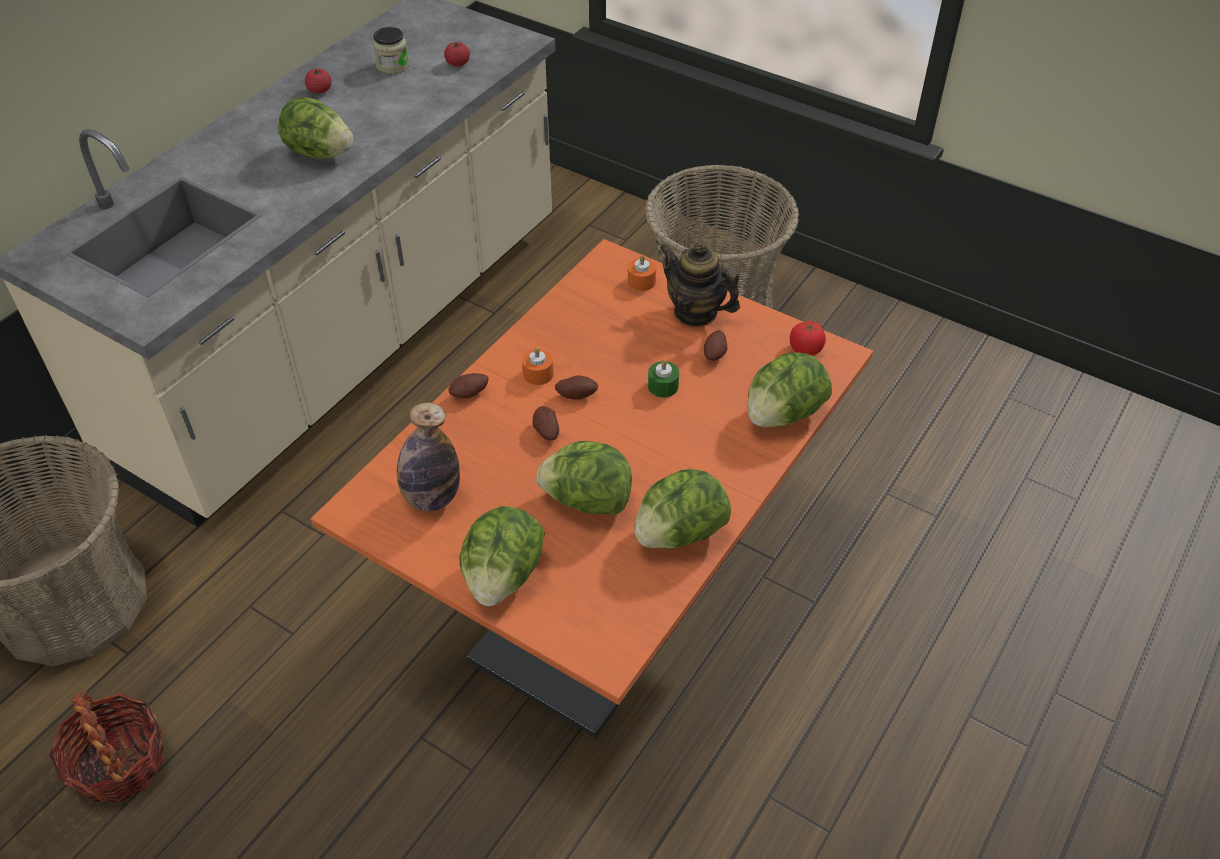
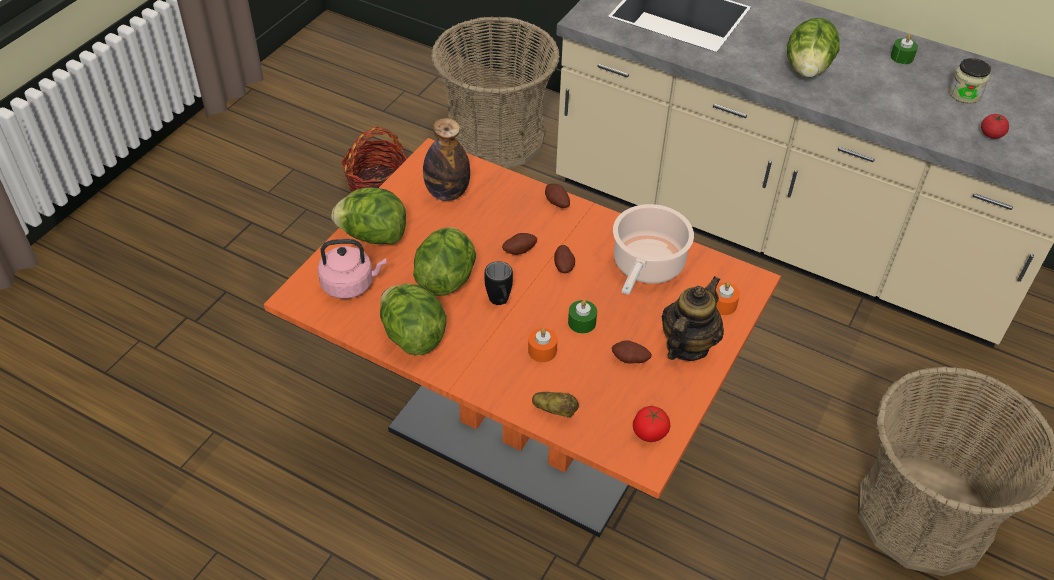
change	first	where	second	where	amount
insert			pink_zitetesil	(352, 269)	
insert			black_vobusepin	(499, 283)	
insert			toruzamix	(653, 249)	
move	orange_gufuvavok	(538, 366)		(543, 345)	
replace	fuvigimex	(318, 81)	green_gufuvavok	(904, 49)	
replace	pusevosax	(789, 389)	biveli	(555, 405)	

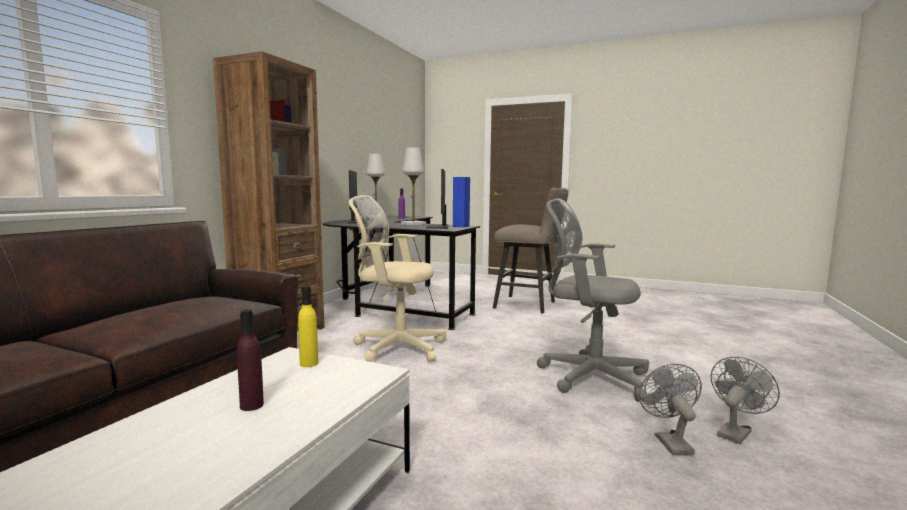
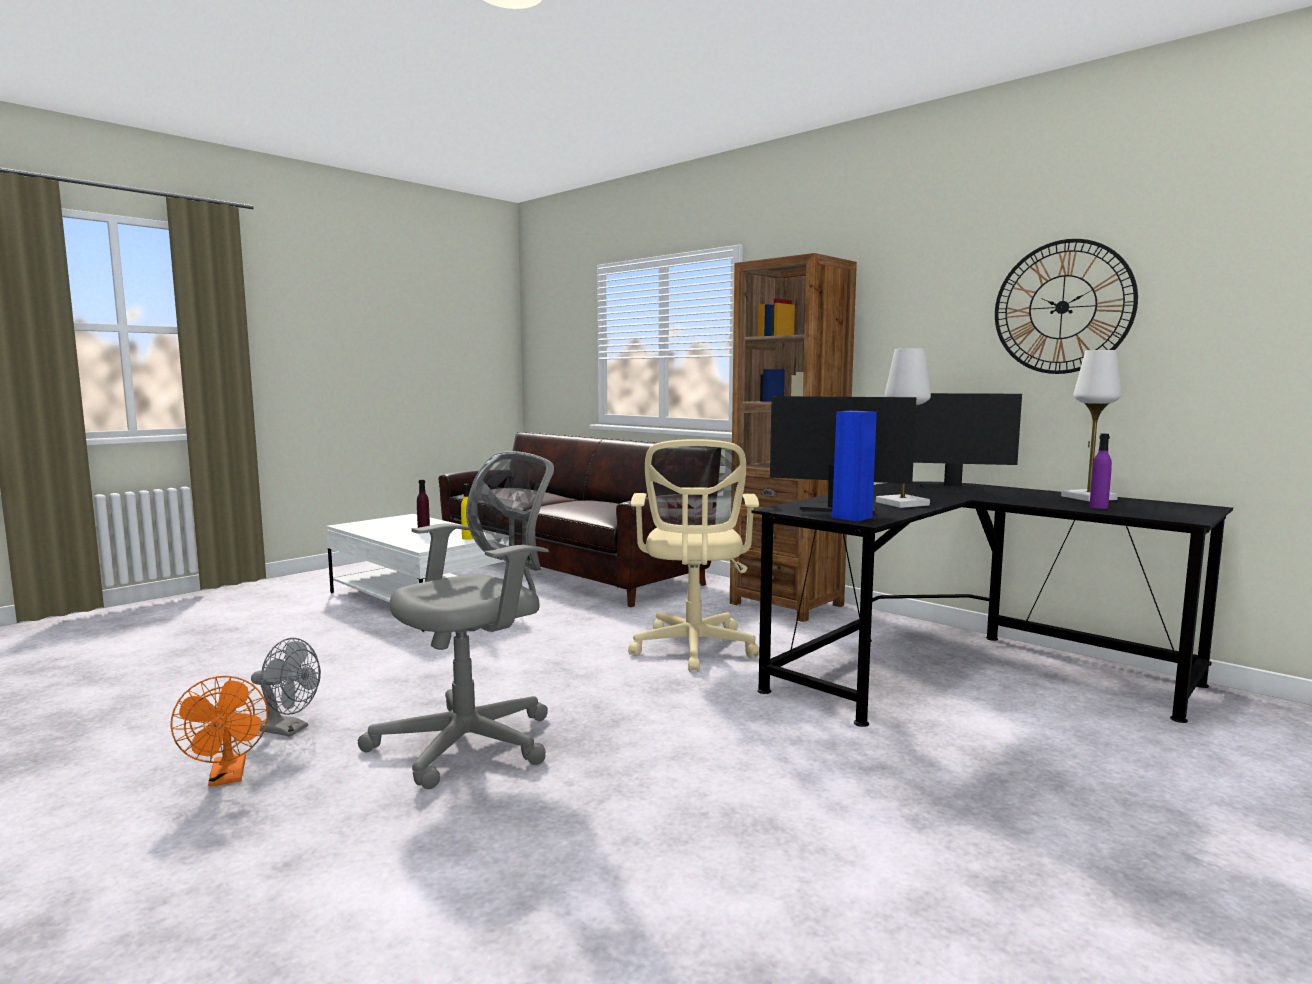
change	first	where	second	where	amount
delete	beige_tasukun	(530, 251)			
insert			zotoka	(1066, 306)	
recolor	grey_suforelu	(745, 400)	orange_suforelu	(219, 731)	
rotate	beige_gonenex	(397, 278)		(693, 555)	150 degrees clockwise

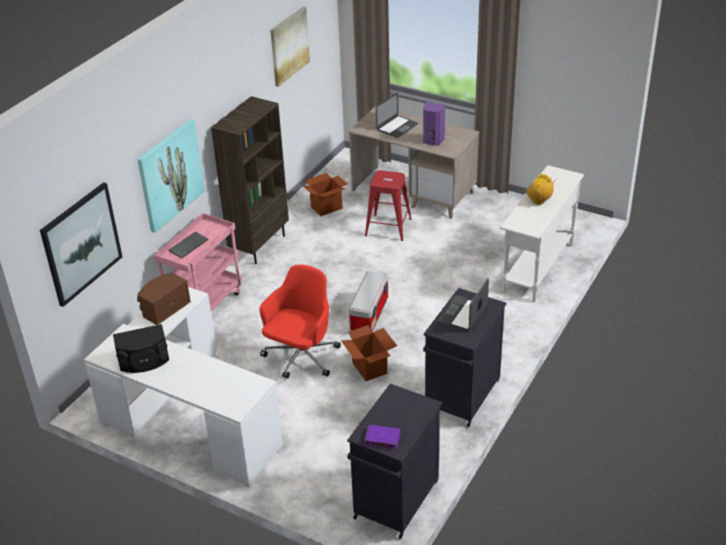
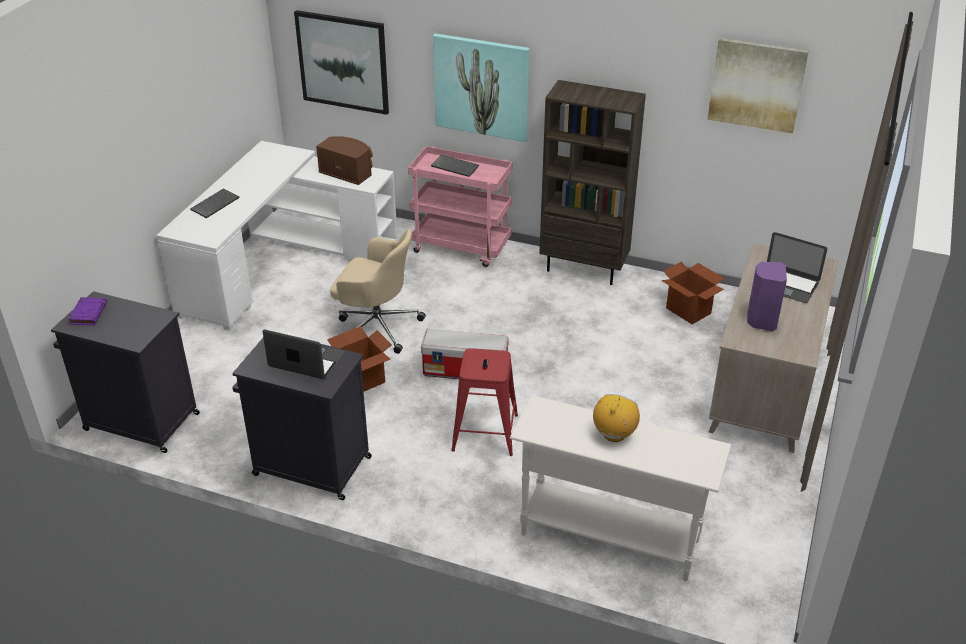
change	first	where	second	where	amount
delete	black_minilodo	(141, 348)			
insert			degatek	(214, 203)	
move	red_tasukun	(388, 205)		(484, 402)	
recolor	red_gonenex	(300, 321)	beige_gonenex	(378, 291)	

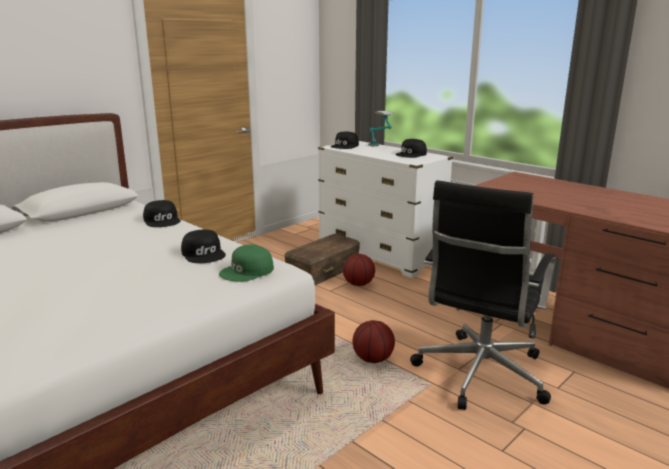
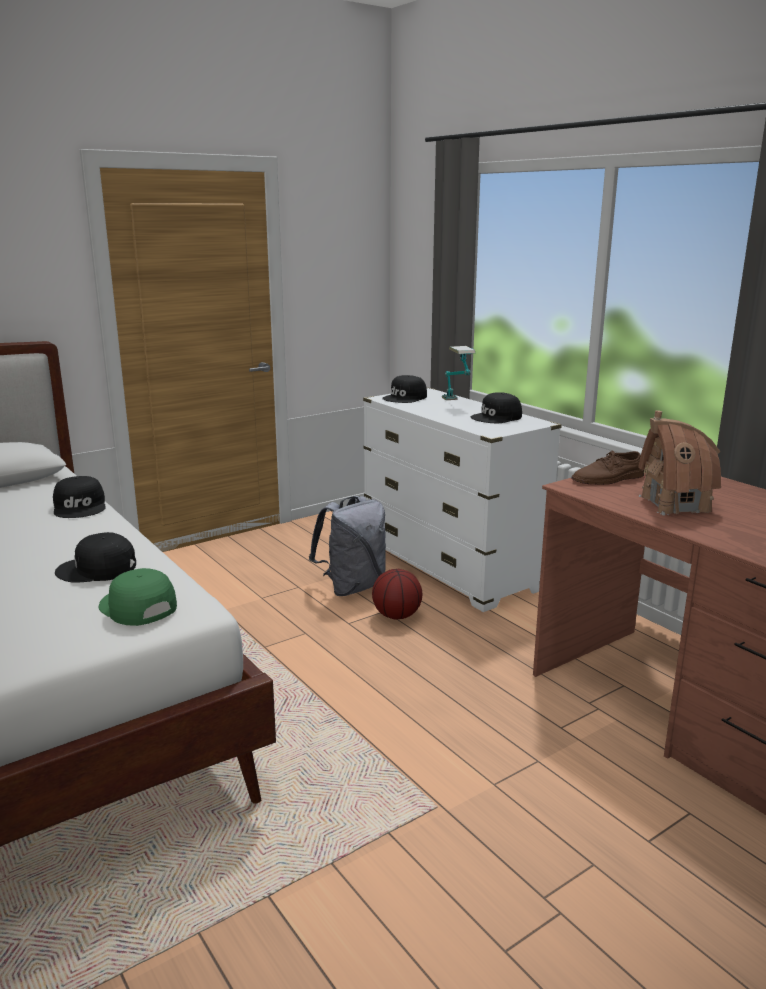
change	first	where	second	where	amount
delete	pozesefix	(374, 341)			
delete	black_gonenex	(483, 295)			
insert			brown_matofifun	(607, 467)	
insert			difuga	(679, 462)	
replace	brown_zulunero	(322, 259)	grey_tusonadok	(347, 546)	
rotate	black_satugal	(203, 246)		(95, 557)	105 degrees clockwise
rotate	green_satugal	(246, 263)		(138, 597)	75 degrees clockwise

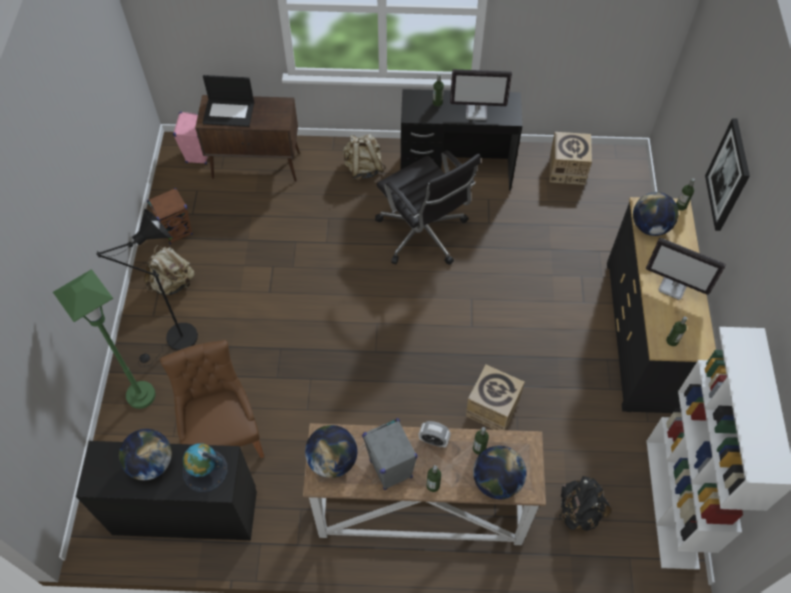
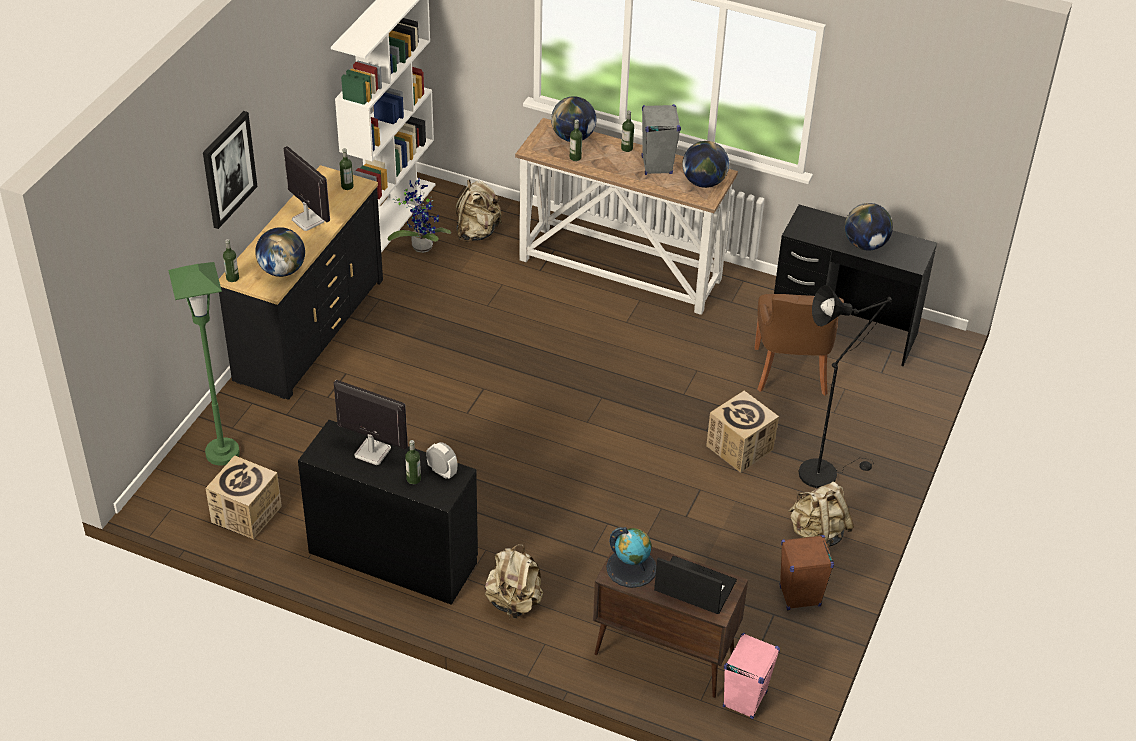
change	first	where	second	where	amount
delete	black_gonenex	(428, 207)			
insert			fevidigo	(419, 216)	
move	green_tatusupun	(104, 339)		(204, 364)	
move	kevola	(205, 467)		(631, 557)	
move	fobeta	(435, 434)		(441, 460)	
move	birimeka	(495, 397)		(742, 432)	
recolor	black_tusonadok	(585, 503)	beige_tusonadok	(479, 211)	

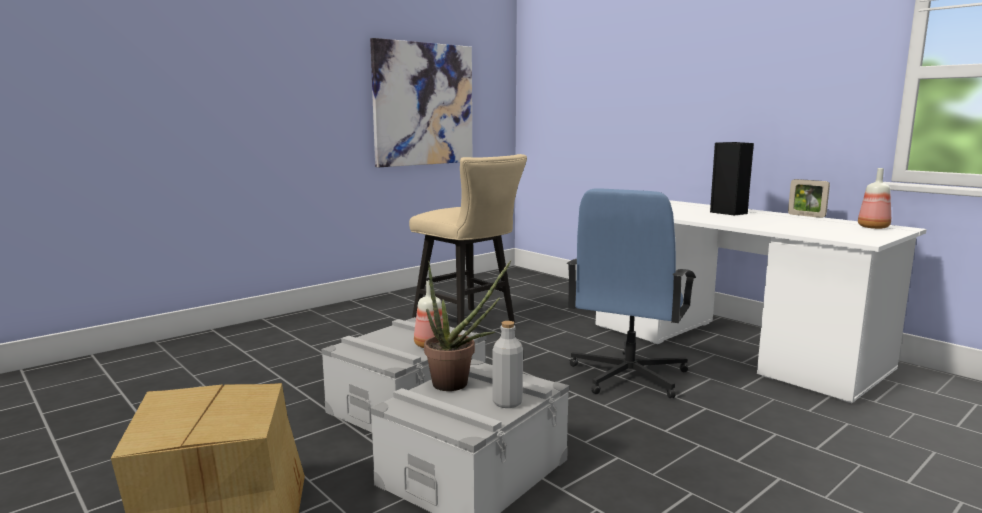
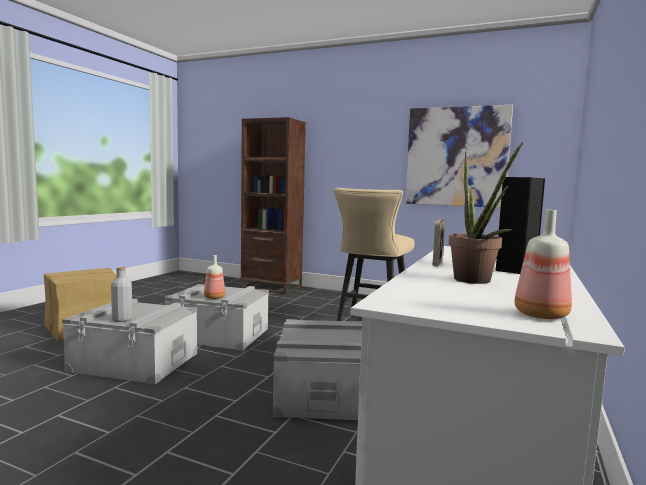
change	first	where	second	where	amount
insert			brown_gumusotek	(273, 205)	
move	fevidigo	(468, 325)		(486, 213)	
move	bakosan	(809, 198)		(439, 242)	
replace	blue_gonenex	(631, 293)	grey_zulunero	(317, 369)	

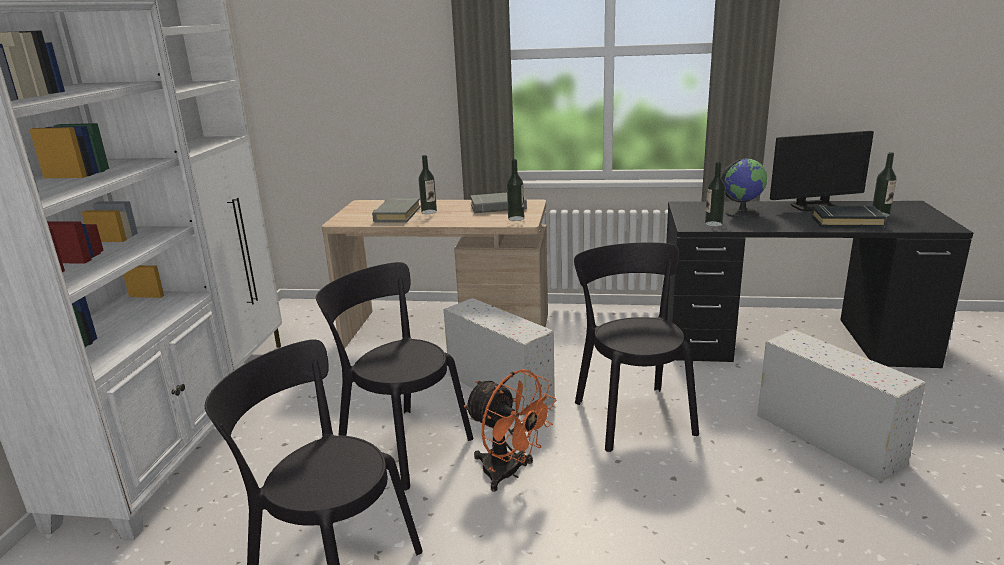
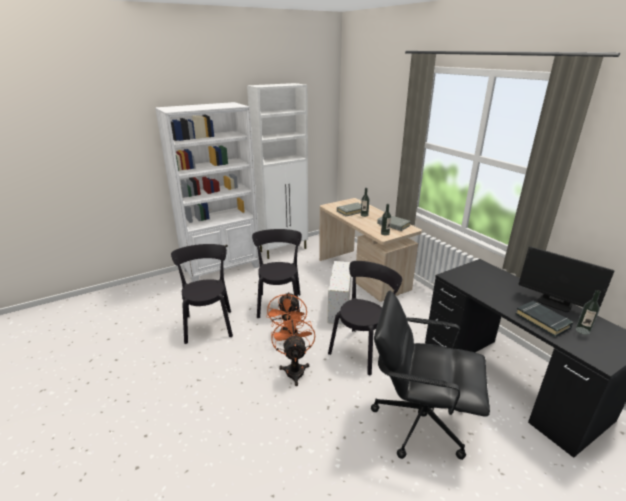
change	first	where	second	where	amount
delete	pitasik	(715, 194)			
delete	kevola	(744, 188)			
insert			orange_suforelu	(293, 350)	
replace	white_zulunero	(841, 406)	black_gonenex	(430, 375)	

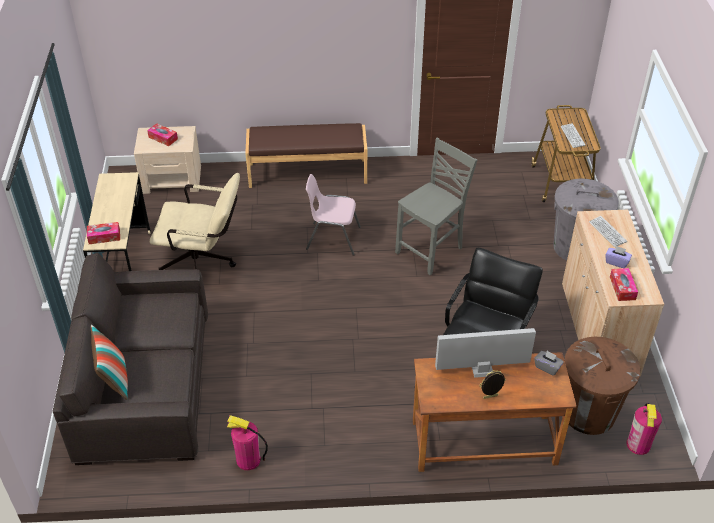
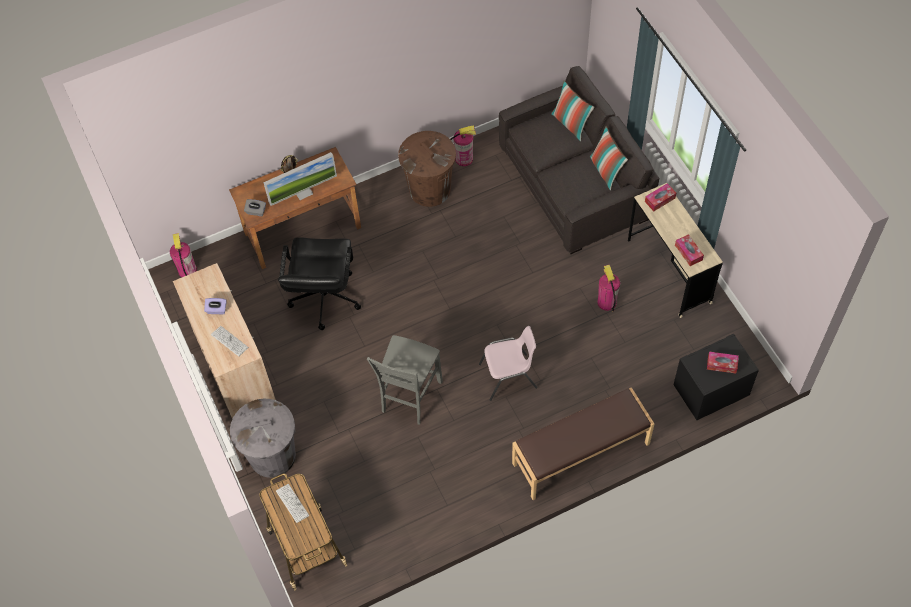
change	first	where	second	where	amount
insert			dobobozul	(609, 158)	
move	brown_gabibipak	(602, 386)		(427, 169)	
move	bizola	(624, 284)		(689, 250)	
replace	beige_gonenex	(195, 221)	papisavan	(608, 288)	
recolor	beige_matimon	(167, 160)	black_matimon	(716, 377)	

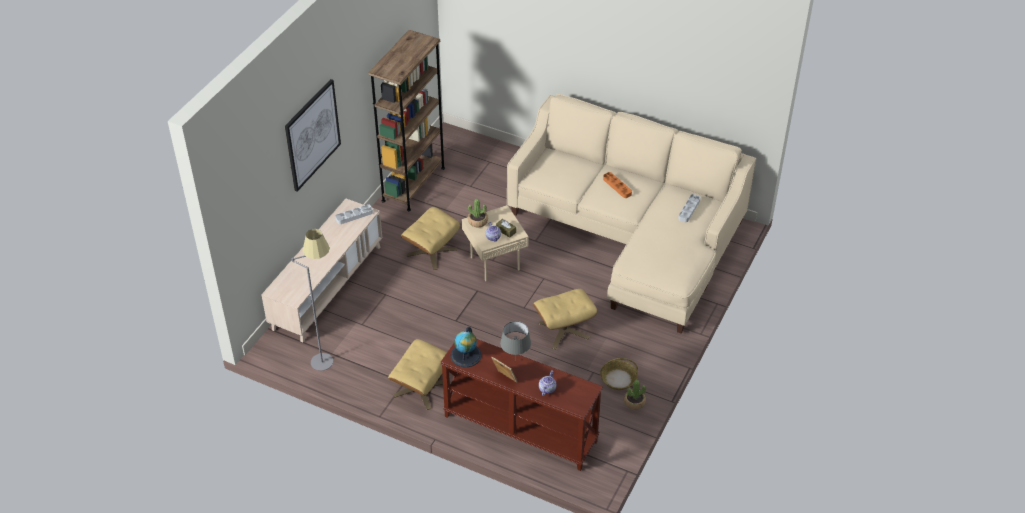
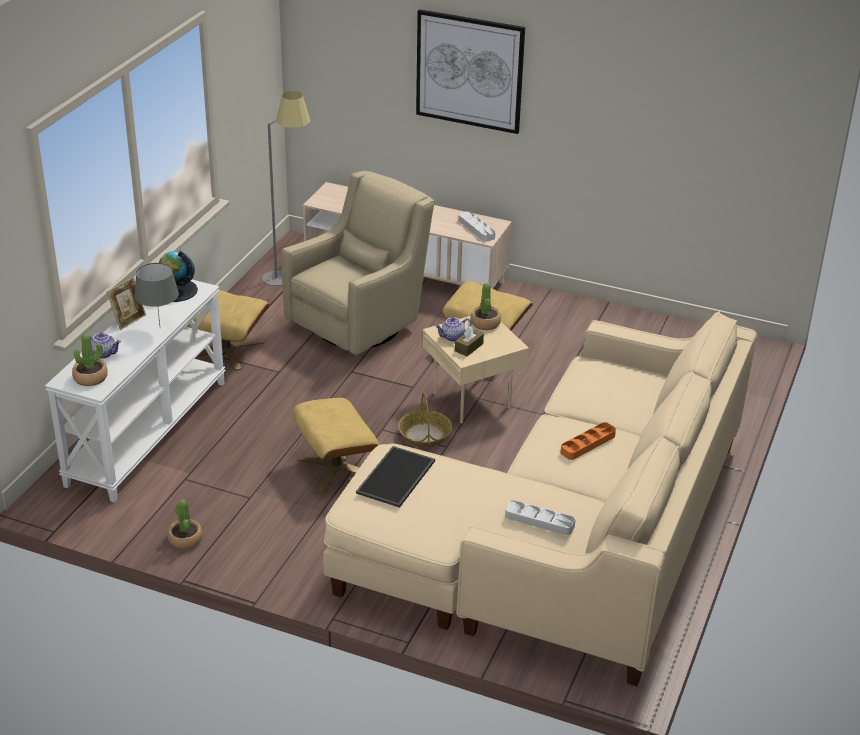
change	first	where	second	where	amount
delete	brown_gumusotek	(406, 120)			
insert			fevidigo	(90, 360)	
insert			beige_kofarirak	(358, 263)	
insert			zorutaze	(395, 477)	
move	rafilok	(619, 374)		(425, 420)	
recolor	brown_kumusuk	(521, 405)	white_kumusuk	(135, 391)	

